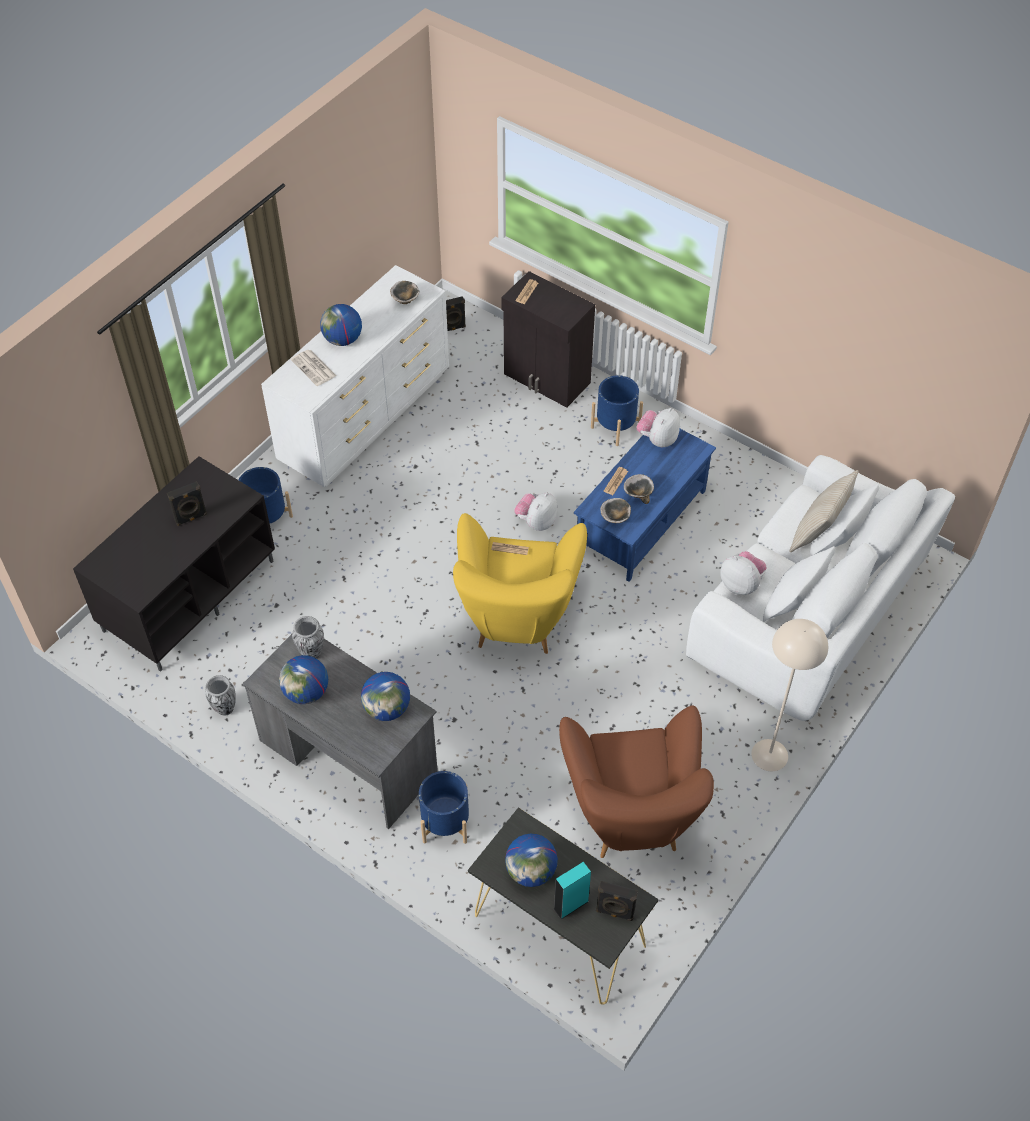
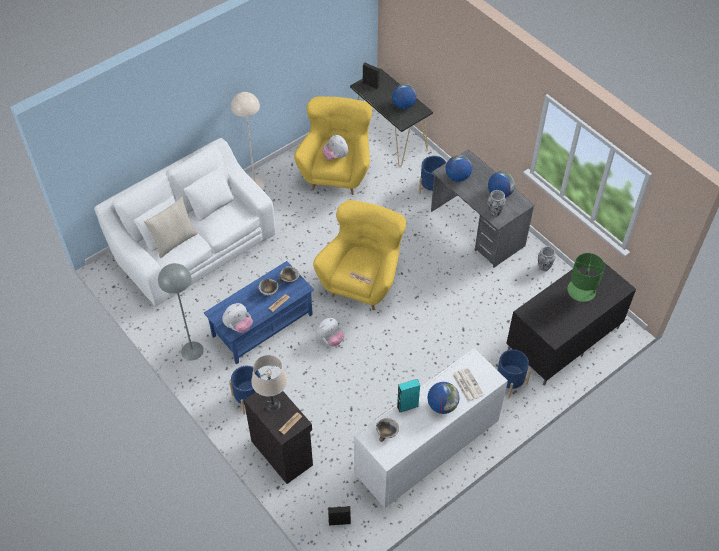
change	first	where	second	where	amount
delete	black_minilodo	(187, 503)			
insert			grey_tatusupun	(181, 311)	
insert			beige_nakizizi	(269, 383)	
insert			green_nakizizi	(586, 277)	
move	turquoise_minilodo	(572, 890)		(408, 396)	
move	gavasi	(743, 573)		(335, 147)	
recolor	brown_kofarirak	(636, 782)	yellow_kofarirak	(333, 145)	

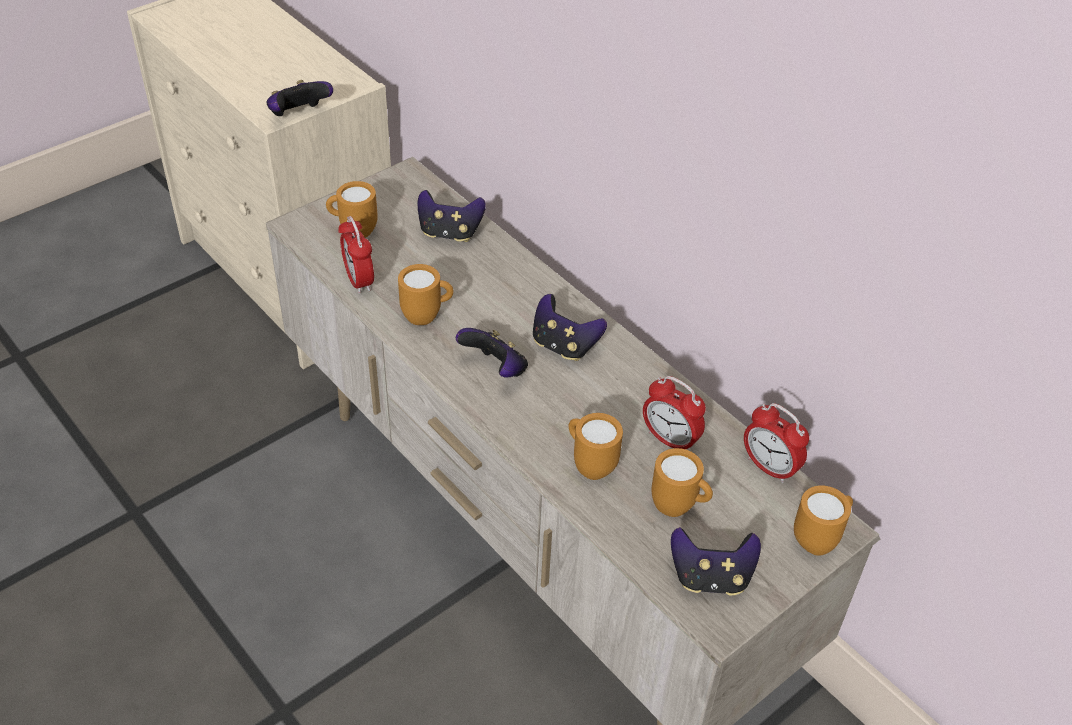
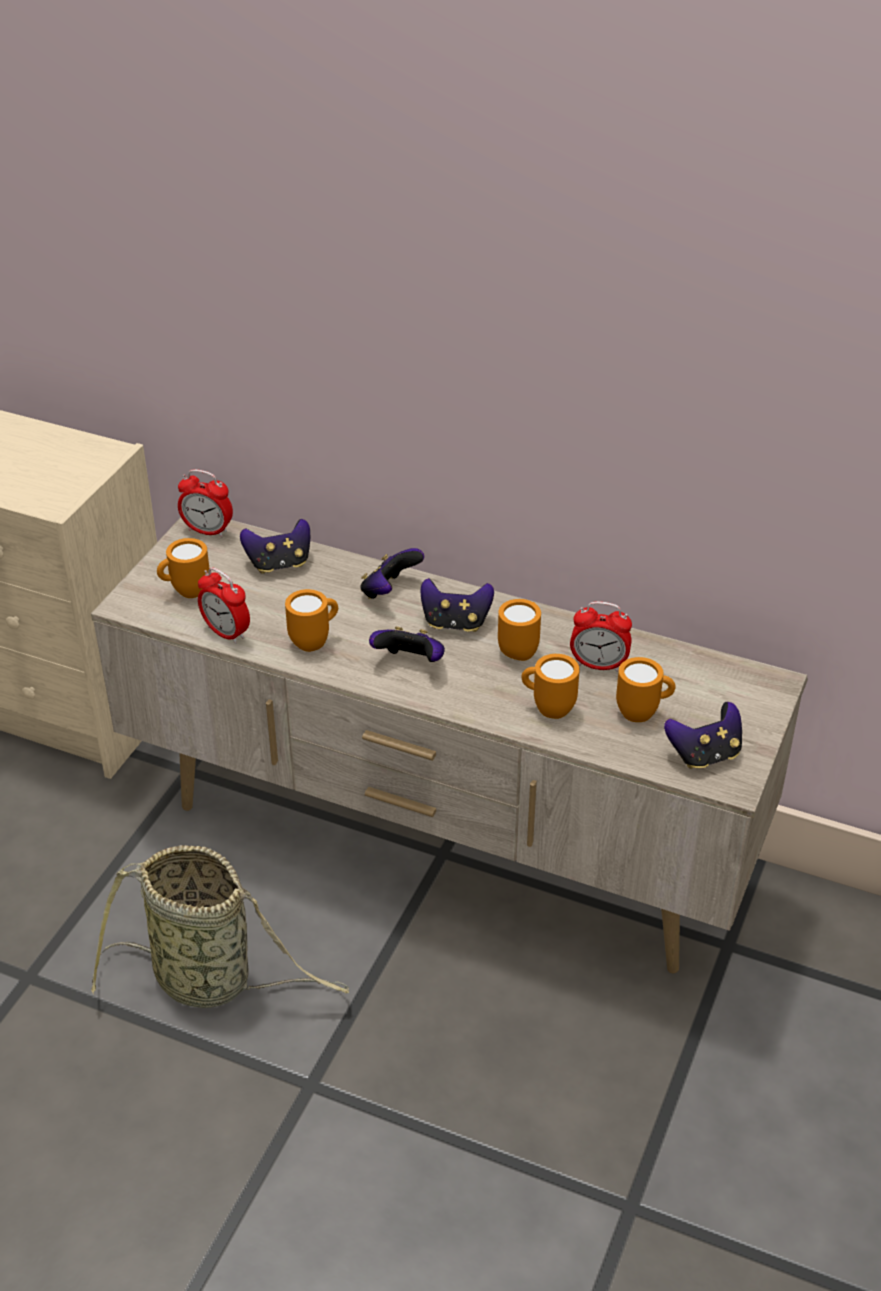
change	first	where	second	where	amount
insert			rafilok	(220, 926)	
move	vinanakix	(300, 98)		(392, 573)	
move	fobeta	(776, 443)		(205, 503)	
move	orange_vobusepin	(823, 520)		(519, 630)	

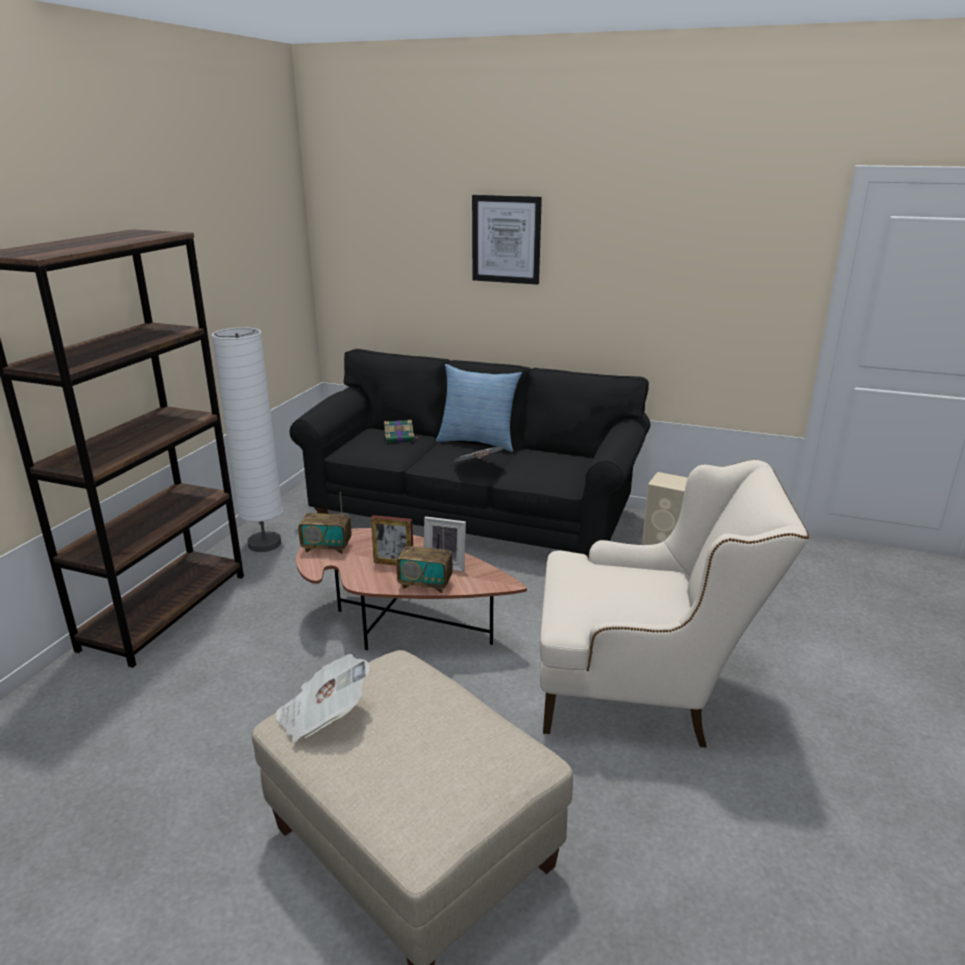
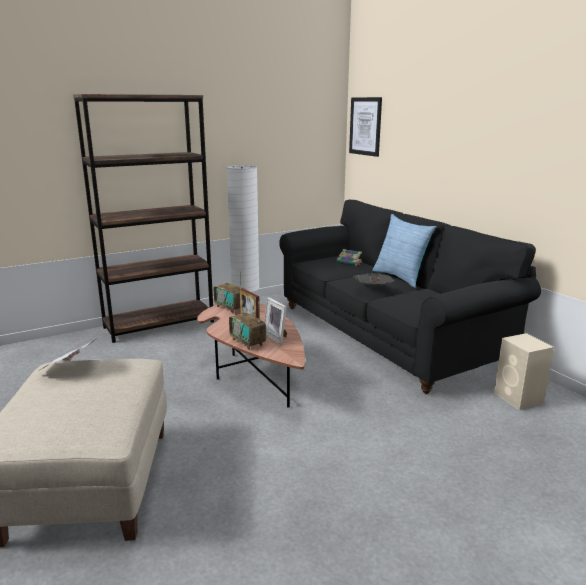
change	first	where	second	where	amount
delete	beige_kofarirak	(674, 604)			
move	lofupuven	(507, 240)		(365, 127)	

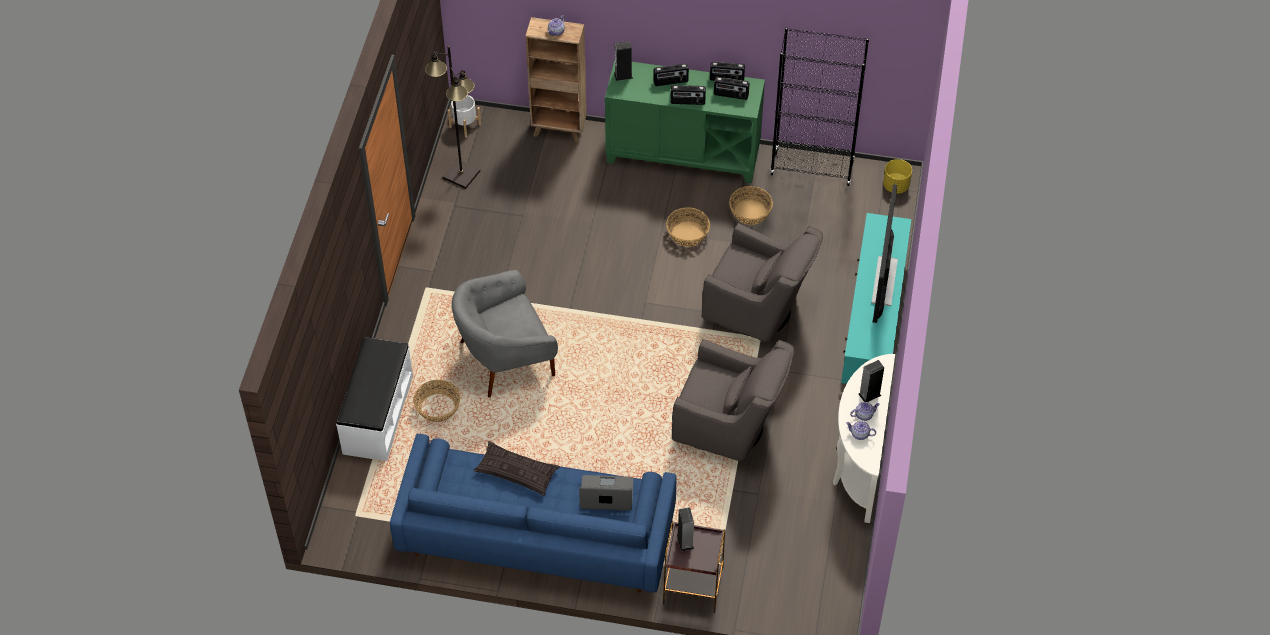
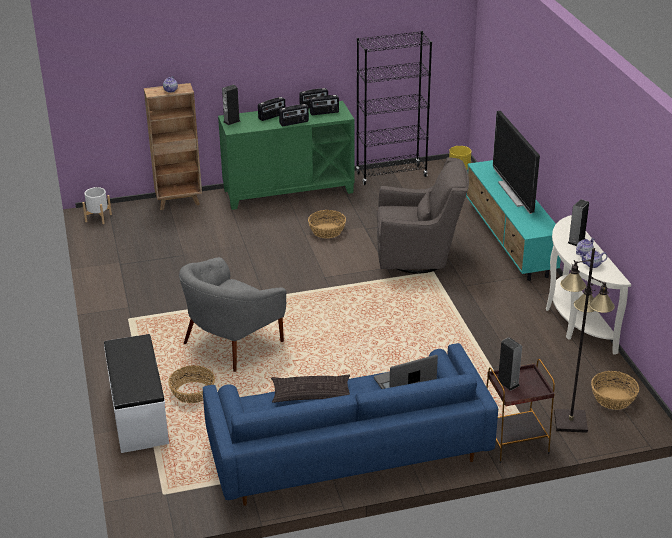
change	first	where	second	where	amount
delete	grey_kofarirak	(733, 400)			
move	black_tatusupun	(452, 117)		(584, 340)	
move	rafilok	(751, 205)		(615, 390)	

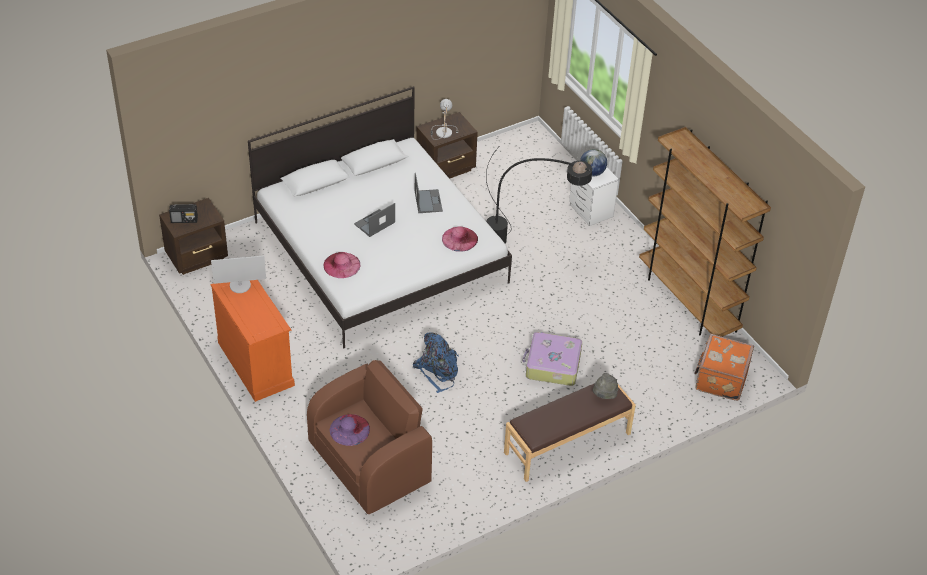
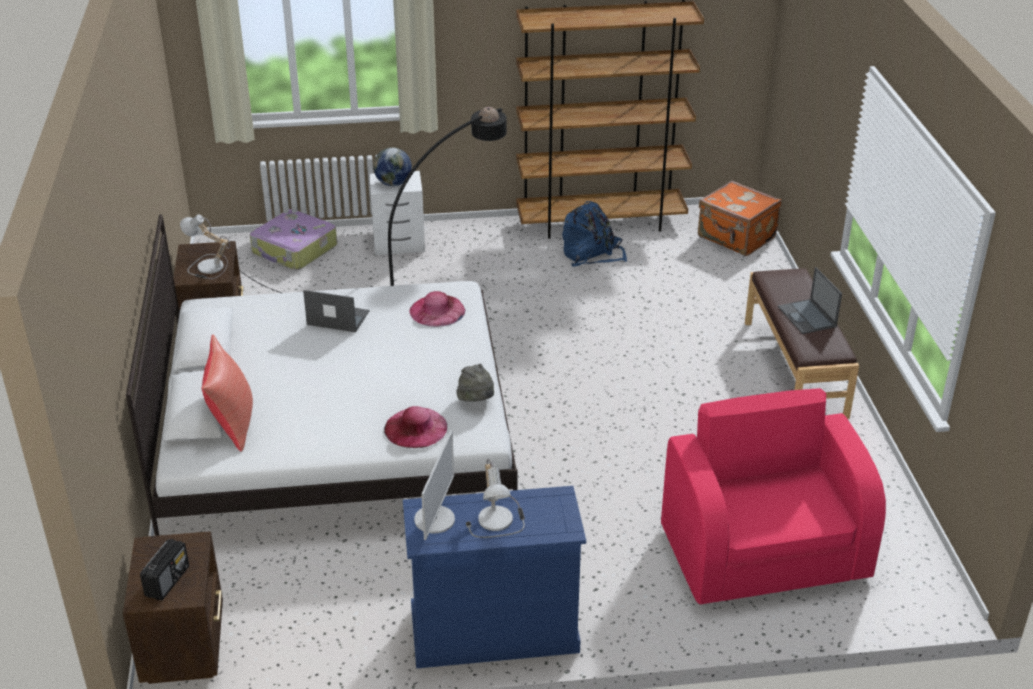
change	first	where	second	where	amount
delete	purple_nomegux	(350, 430)			
insert			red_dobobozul	(227, 393)	
insert			nakizizi	(495, 498)	
move	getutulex	(374, 220)		(810, 300)	
move	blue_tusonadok	(435, 362)		(594, 234)	
move	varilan	(552, 359)		(293, 239)	
move	grey_nomegux	(605, 386)		(475, 383)	
recolor	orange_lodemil	(253, 341)	blue_lodemil	(494, 577)	
recolor	brown_kofarirak	(369, 437)	pink_kofarirak	(773, 496)	

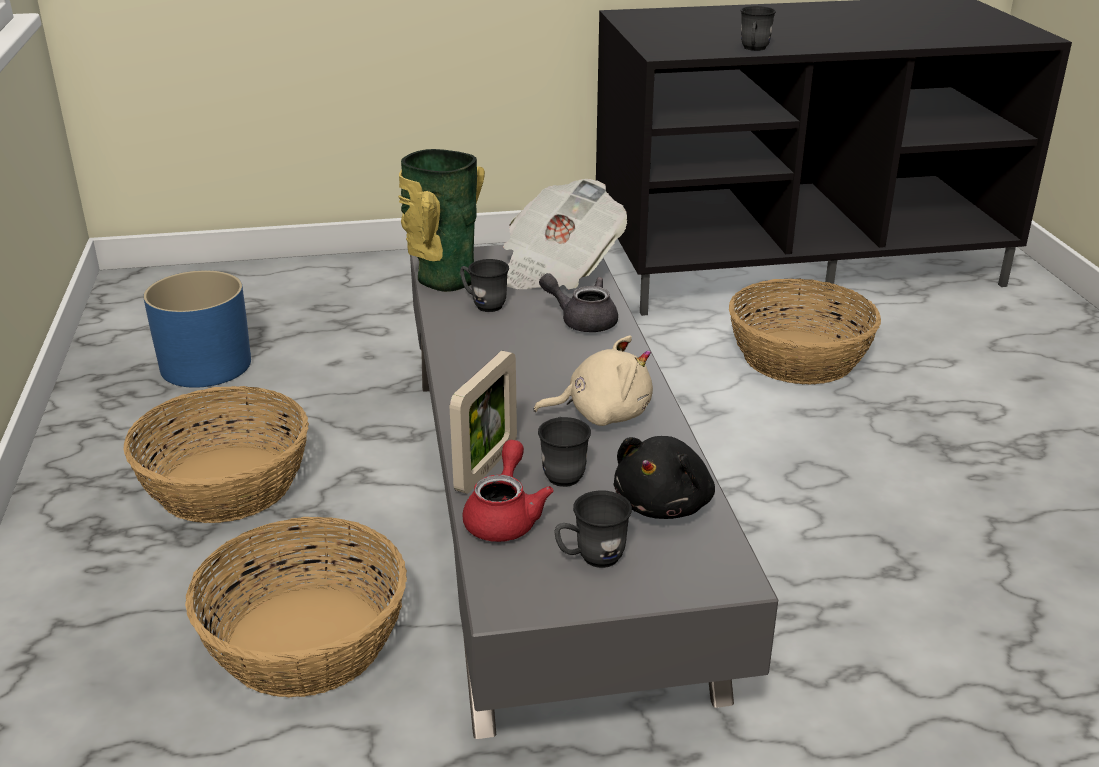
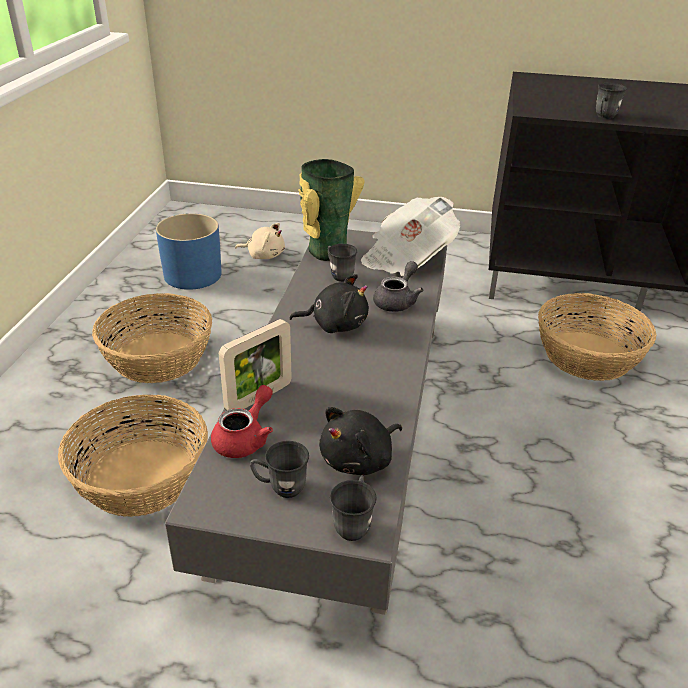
change	first	where	second	where	amount
insert			black_gavasi	(329, 303)	
move	beige_gavasi	(593, 381)		(260, 241)	
move	grey_vobusepin	(564, 452)		(353, 508)	
rotate	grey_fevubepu	(578, 302)		(398, 286)	75 degrees clockwise

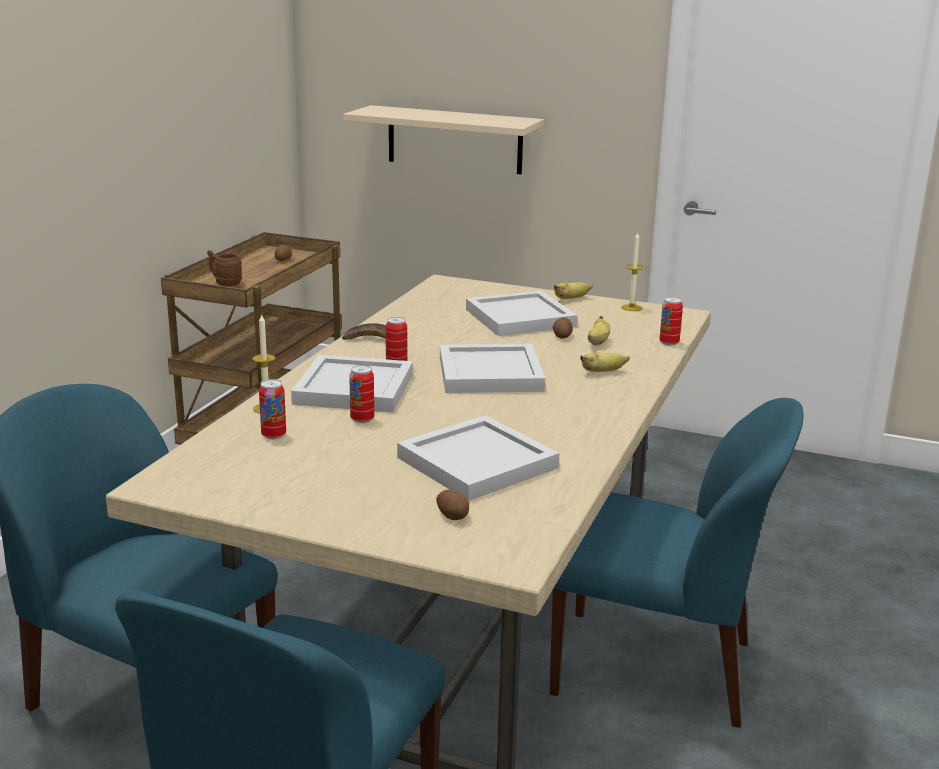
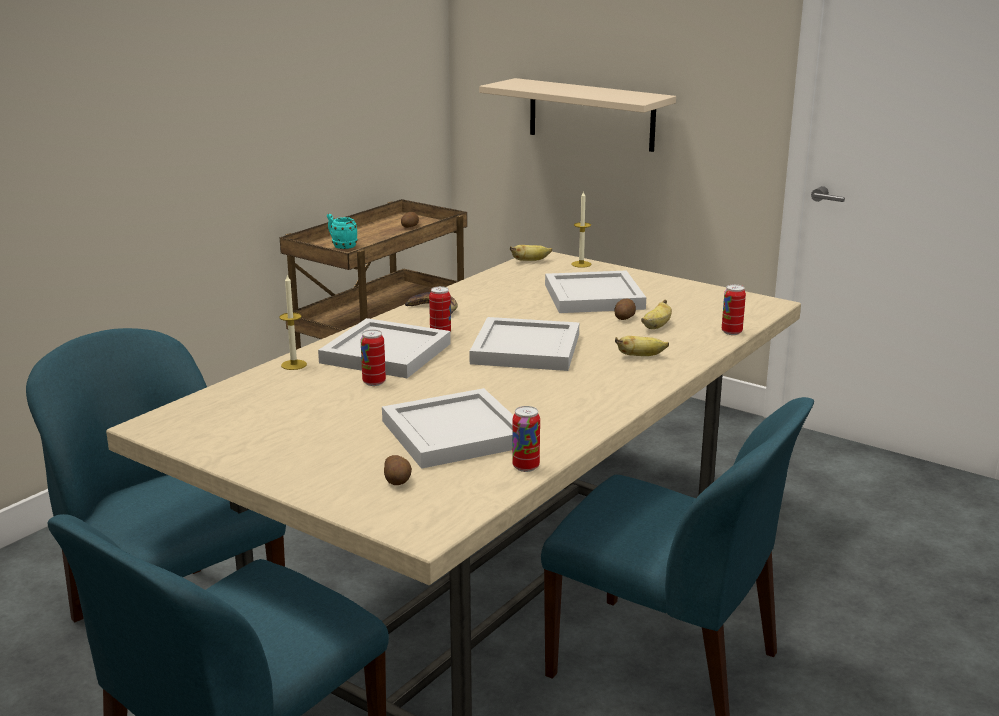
change	first	where	second	where	amount
move	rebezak	(272, 409)		(526, 439)	
move	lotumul	(573, 290)		(531, 253)	
move	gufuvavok	(632, 271)		(581, 229)	
recolor	brown_vobusepin	(224, 268)	turquoise_vobusepin	(342, 231)	

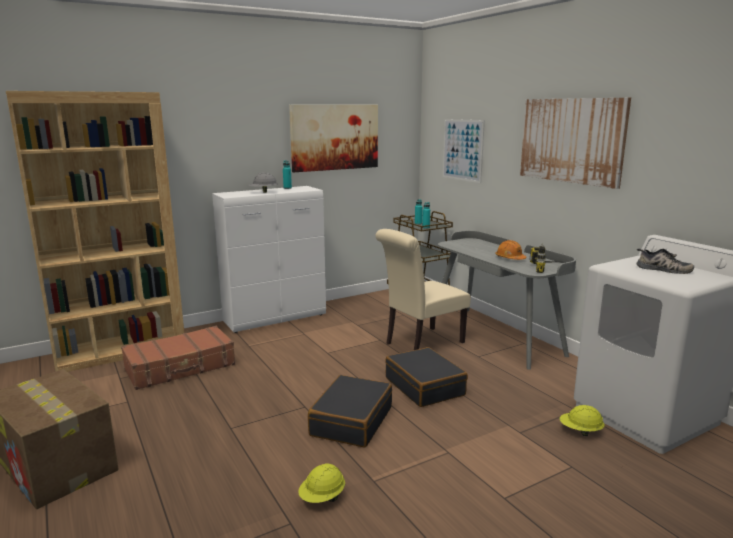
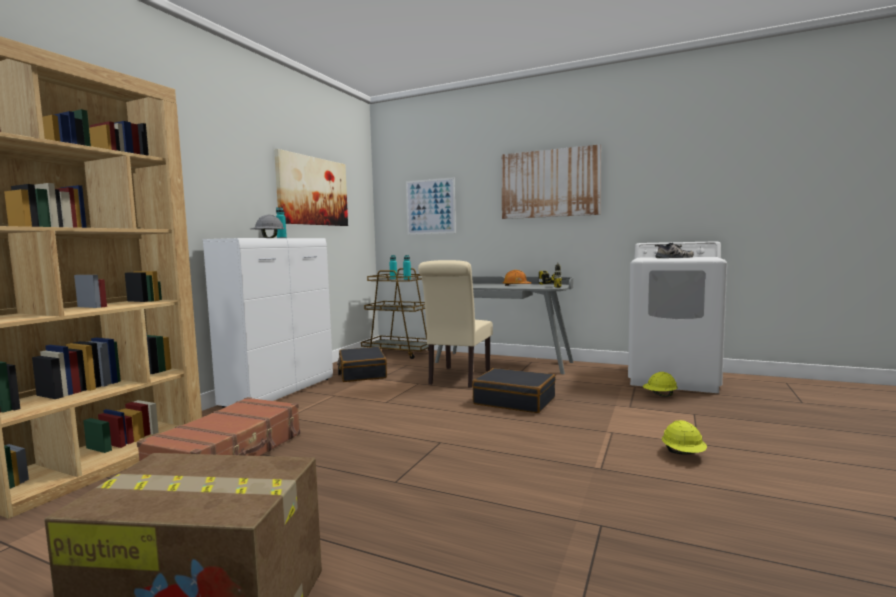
change	first	where	second	where	amount
move	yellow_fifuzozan	(321, 483)		(684, 437)	
move	black_varilan	(350, 411)		(362, 364)	

